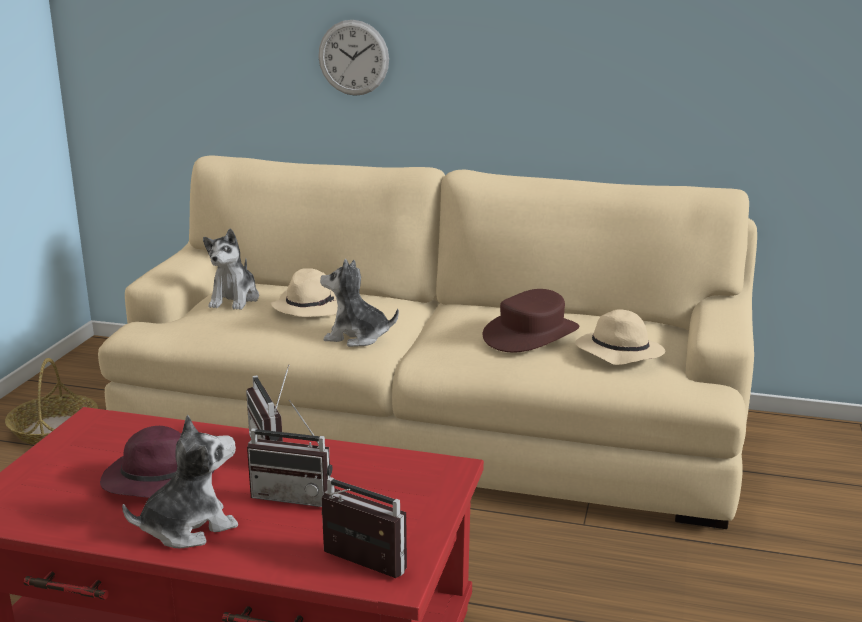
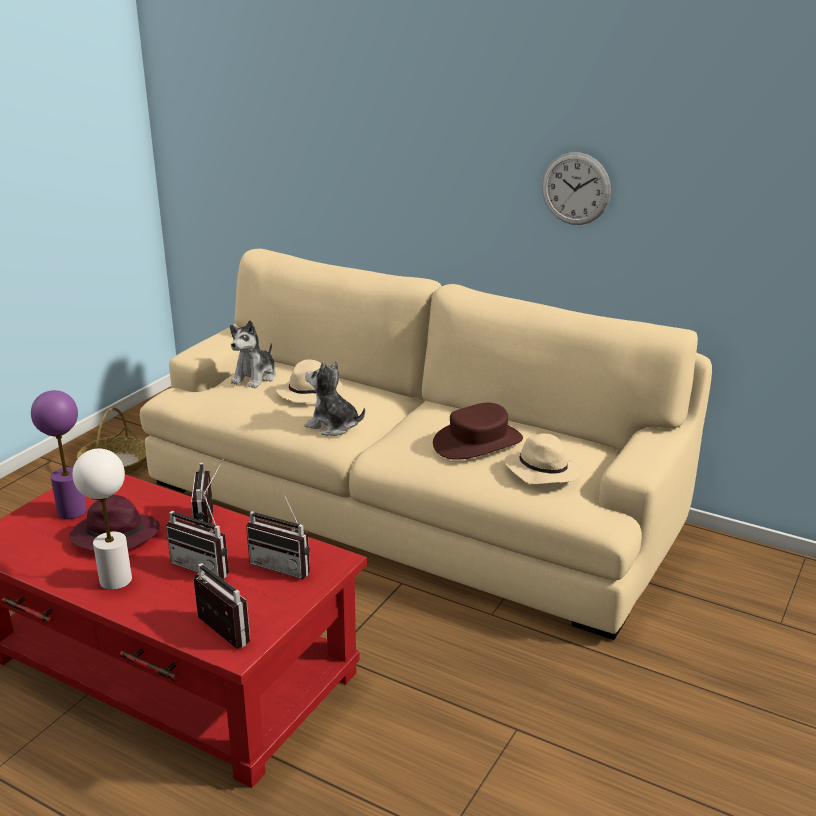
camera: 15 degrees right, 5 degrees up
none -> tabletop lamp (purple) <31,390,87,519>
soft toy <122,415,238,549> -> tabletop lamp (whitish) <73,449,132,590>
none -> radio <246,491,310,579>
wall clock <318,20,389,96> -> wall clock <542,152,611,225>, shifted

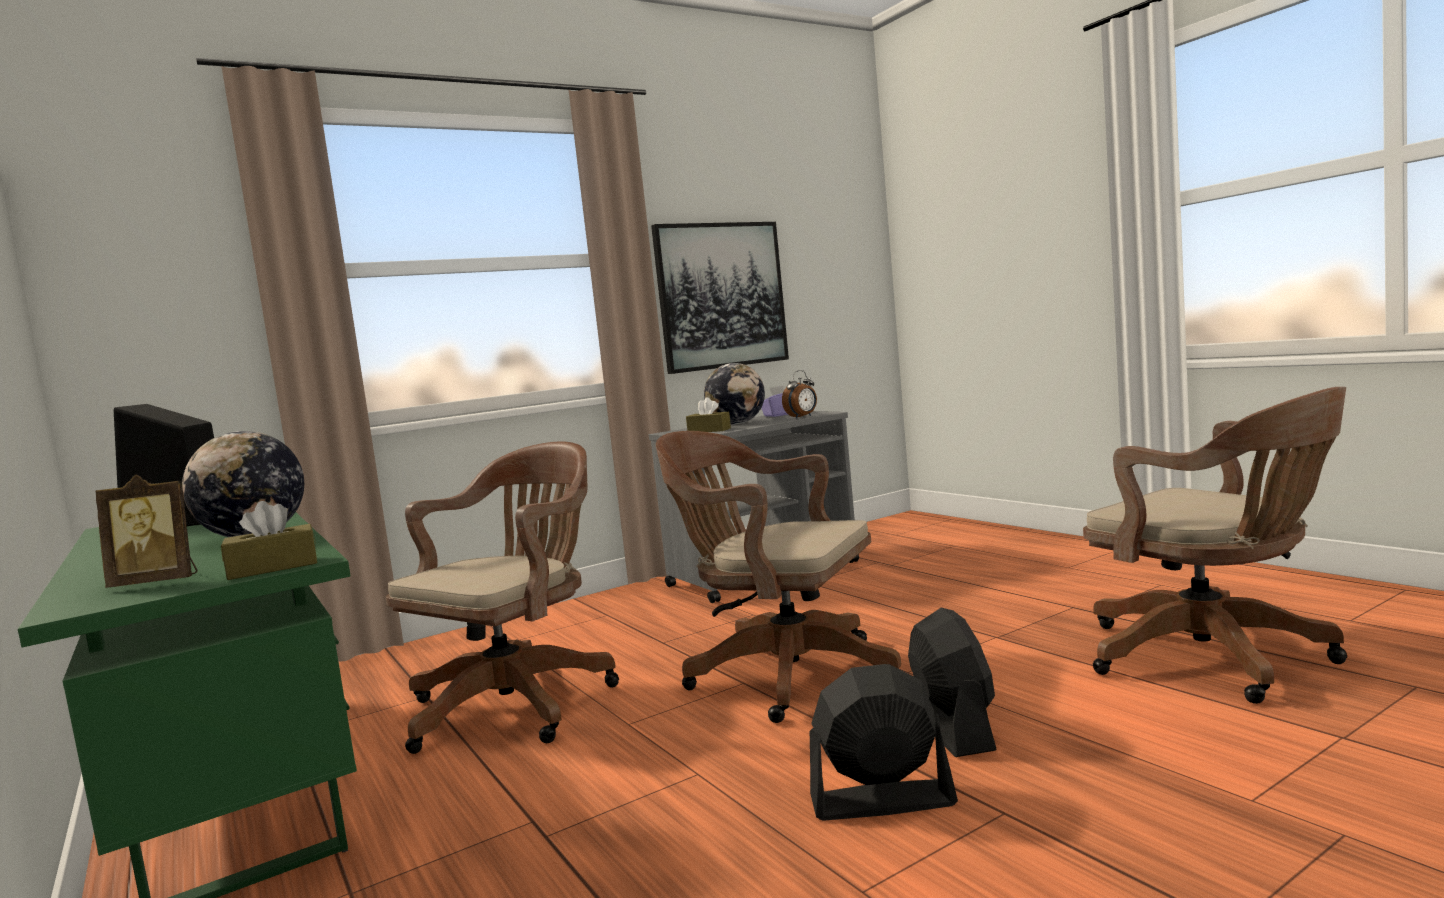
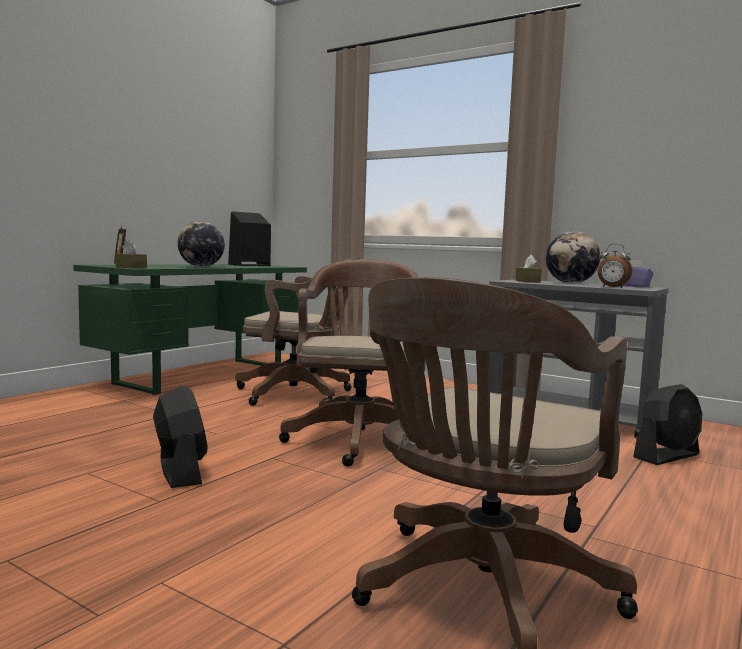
camera: 65 degrees right, 0 degrees up
fan (black) <908,608,997,757> -> fan (black) <633,384,702,465>, shifted
wall picture <651,222,789,374> -> none

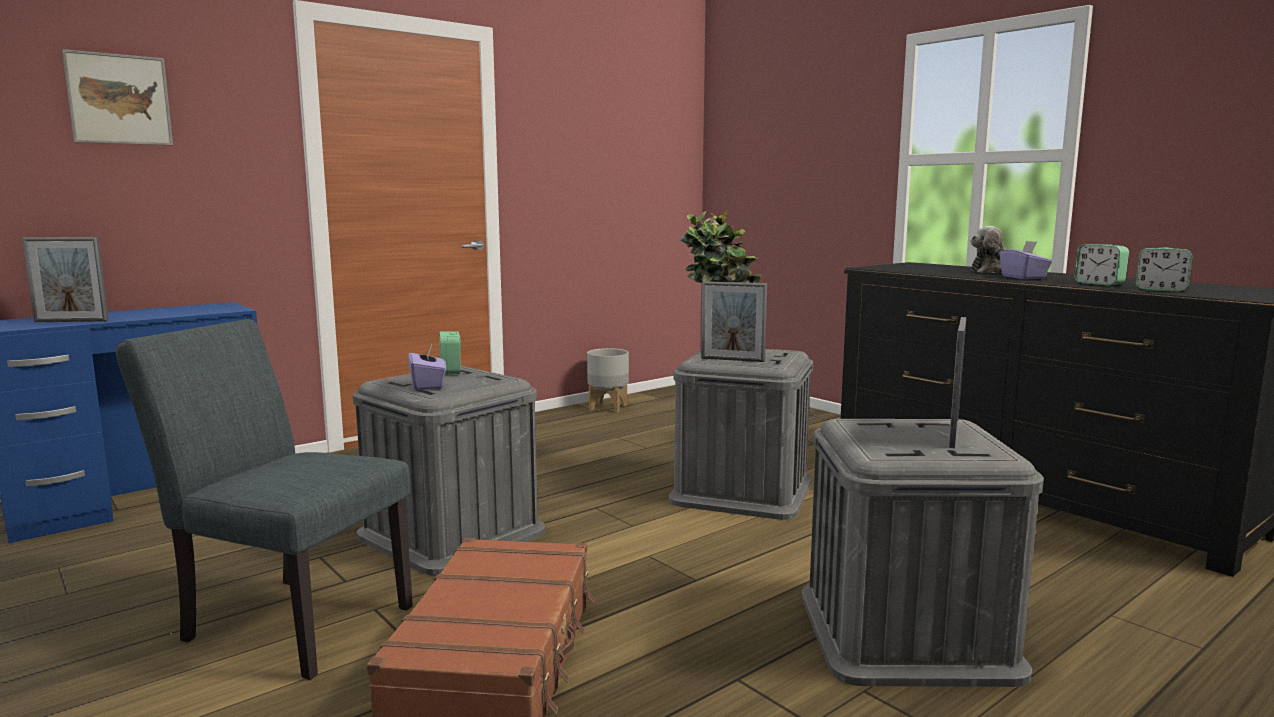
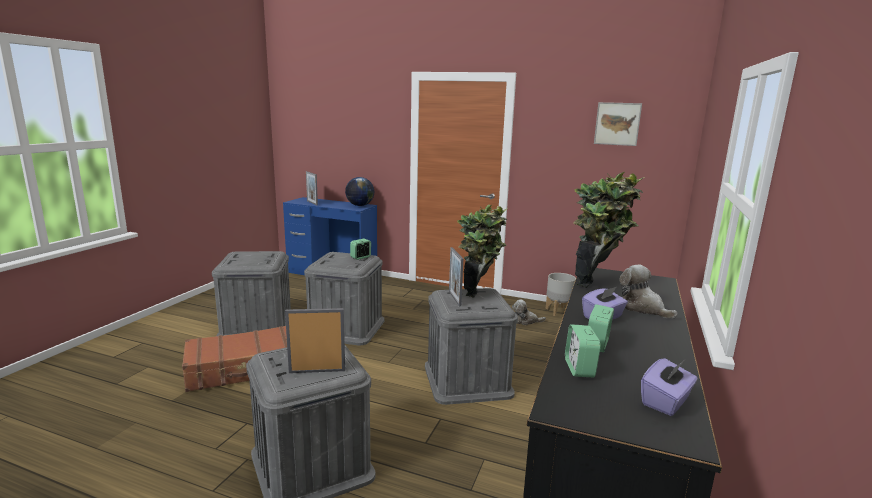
camera: 60 degrees right, 5 degrees up
plain chair (greyish) <116,319,413,680> -> storage container (greyish) <212,251,291,336>
none -> desk globe <345,177,374,206>
none -> soft toy <512,299,546,325>
none -> houseplant <573,172,645,288>
wall picture <62,49,173,145> -> wall picture <594,102,642,146>, shifted
tissue holder (purple) <408,344,446,390> -> tissue holder (purple) <641,358,697,416>, shifted

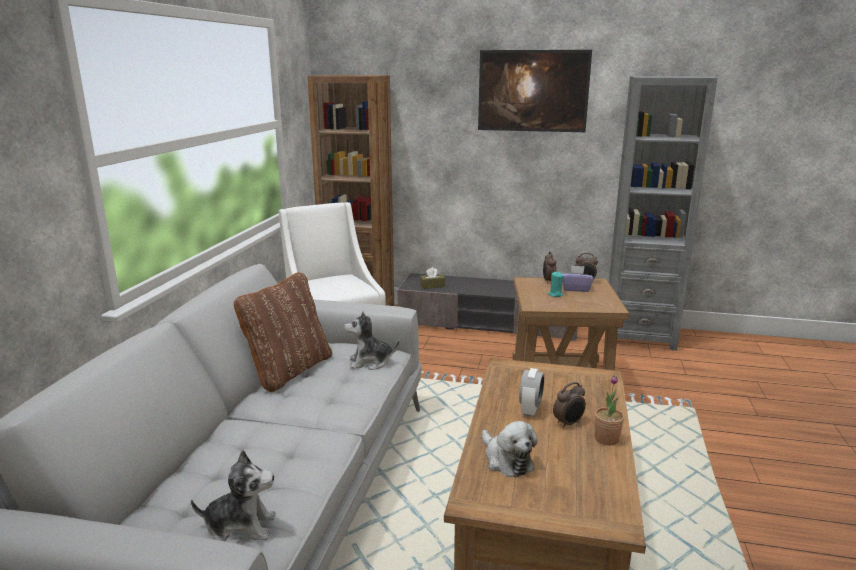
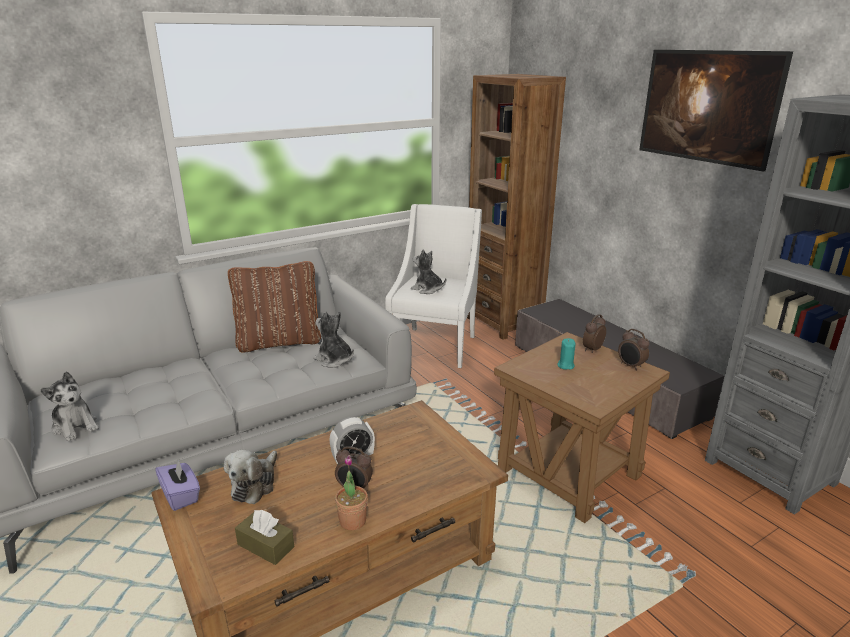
camera: 45 degrees right, 5 degrees up
tissue holder (purple) <562,265,594,292> -> tissue holder (purple) <155,461,200,511>, shifted
tissue holder (brown-coloured) <420,267,445,289> -> tissue holder (brown-coloured) <235,510,294,565>, shifted
none -> soft toy <411,249,446,294>

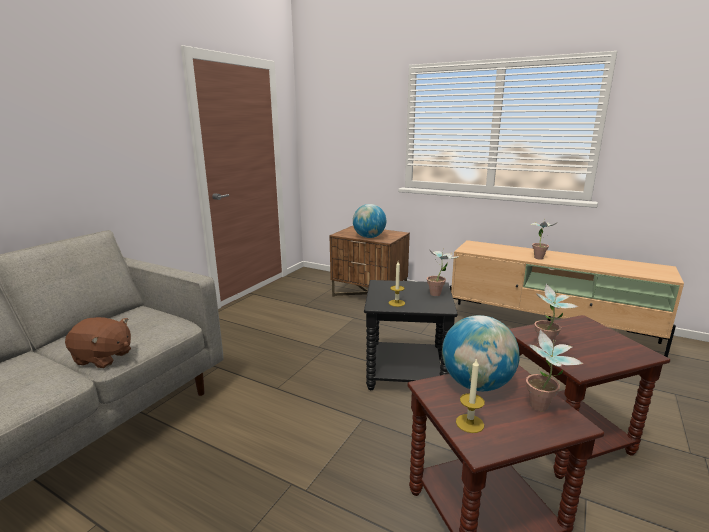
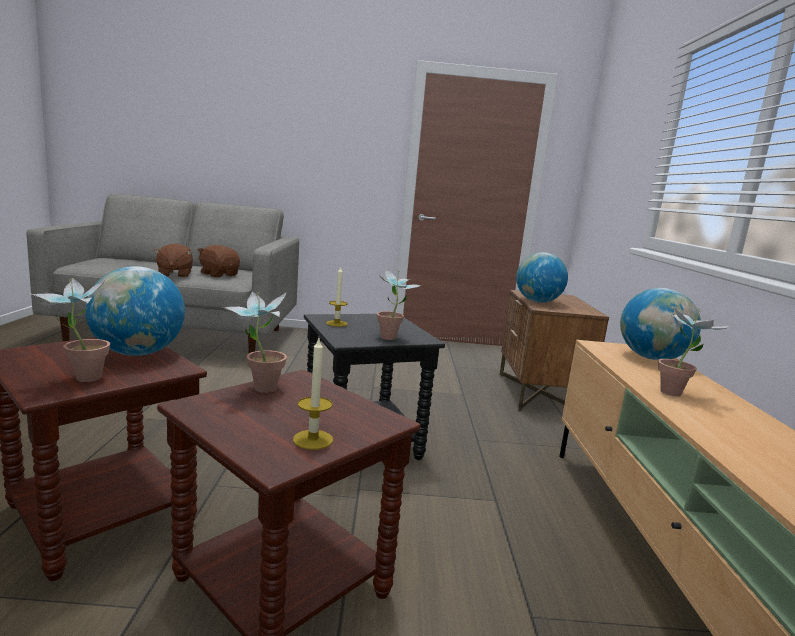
camera: 60 degrees right, 5 degrees down
none -> soft toy (brown-coloured) <198,245,240,277>
candle <456,358,485,433> -> candle <293,339,333,450>, shifted
none -> desk globe <620,288,701,360>

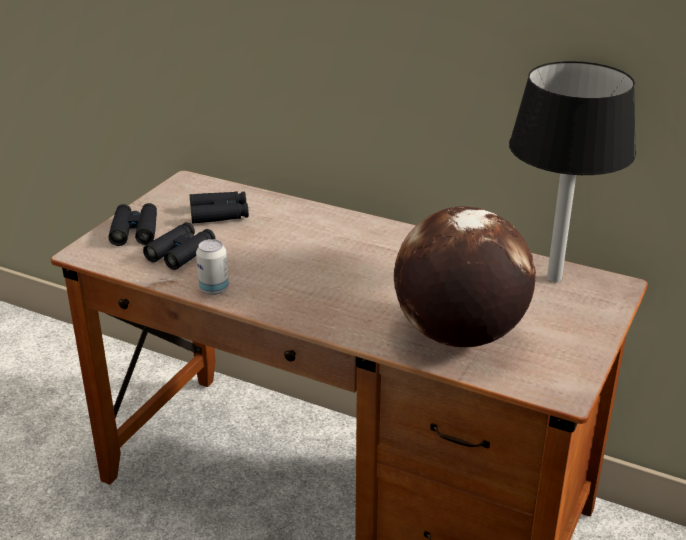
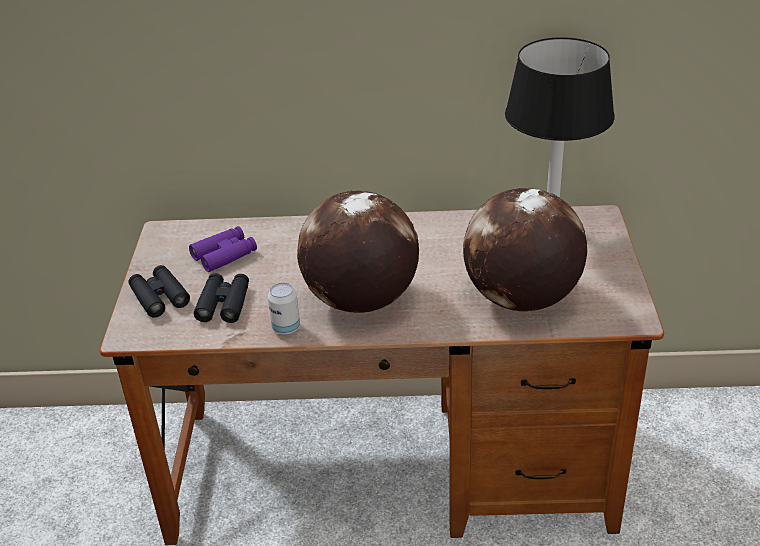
camera: 25 degrees left, 5 degrees up
field glasses (black) <190,192,249,223> -> field glasses (purple) <189,226,257,272>
none -> desk globe <297,190,419,313>

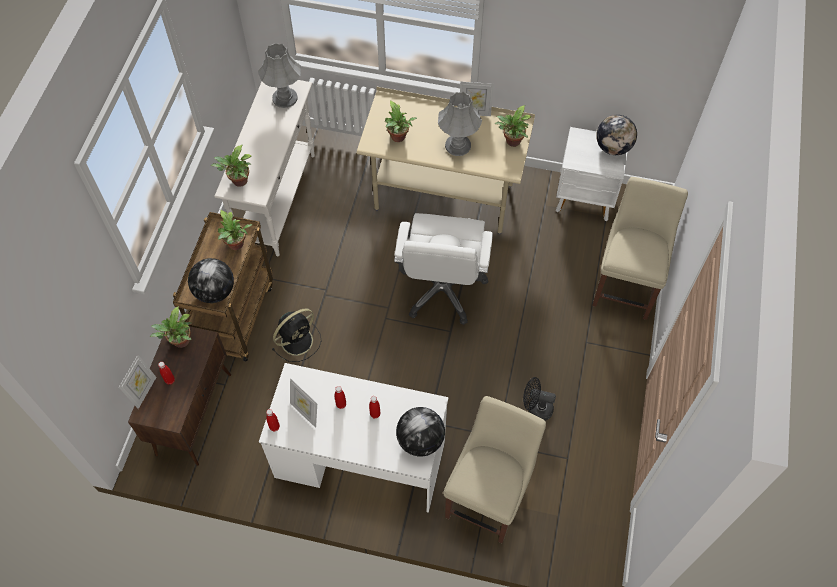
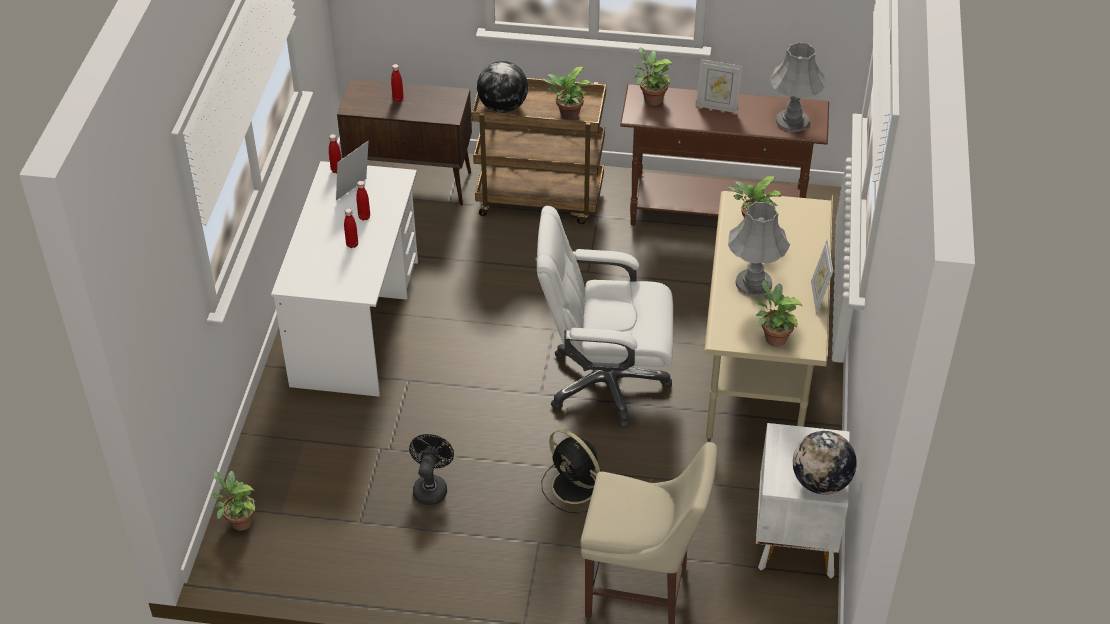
camera: 85 degrees right, 15 degrees down
houseplant <150,306,192,348> -> houseplant <211,471,256,531>, shifted
fan (black) <272,308,321,362> -> fan (black) <541,429,603,514>, shifted
console table (whitish) <214,80,315,256> -> console table (brown-coloured) <620,84,829,226>
standing frame <119,355,156,409> -> standing frame <696,59,743,113>, shifted
desk globe <396,407,445,456> -> none
plain chair (sand-coloured) <443,396,546,543> -> none

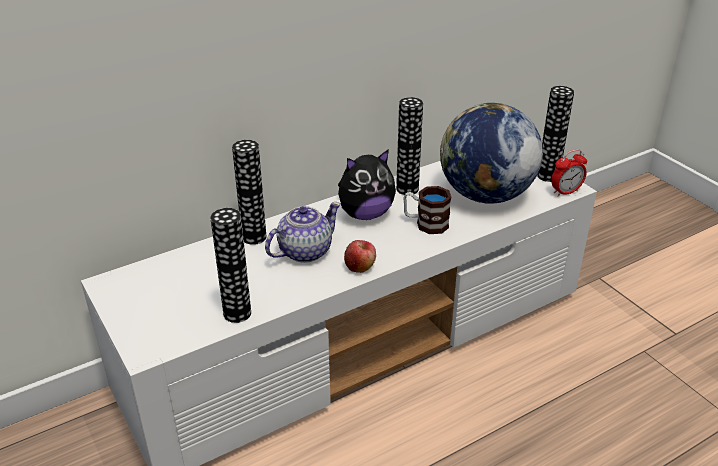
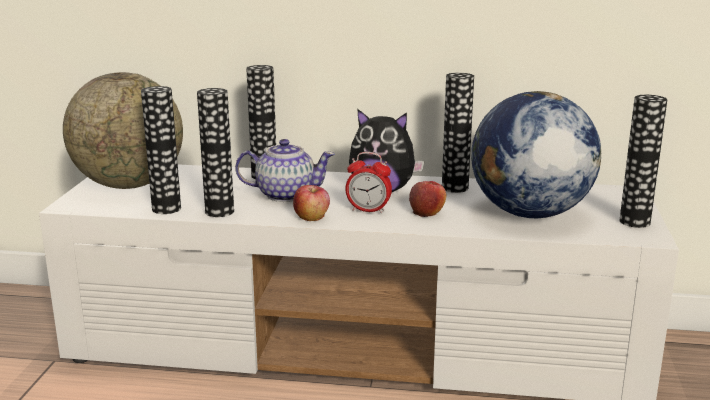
camera: 40 degrees right, 15 degrees down
none -> desk globe <63,72,183,189>
none -> flower vase <197,88,234,217>
bedside clock <551,149,587,197> -> bedside clock <345,152,392,214>, shifted
mug <404,186,452,234> -> apple fruit <409,181,446,217>

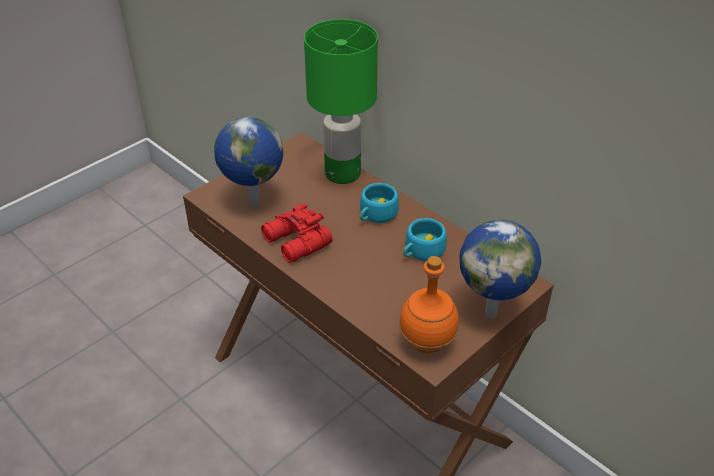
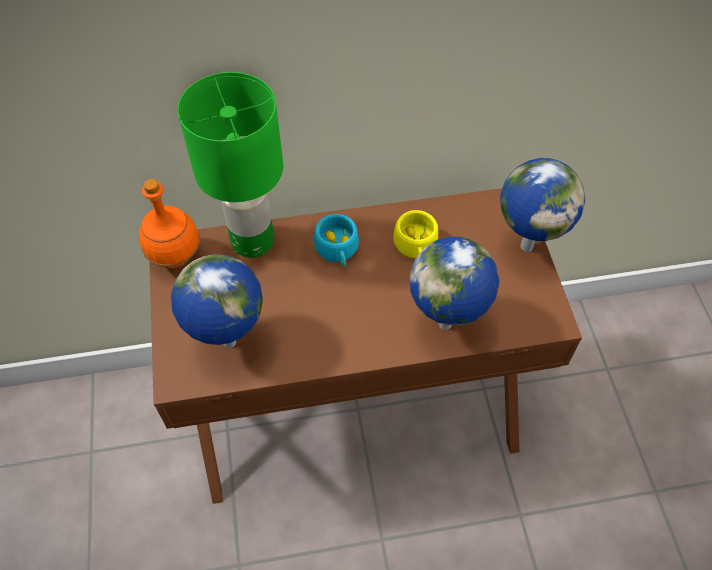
camera: 55 degrees left, 15 degrees up
drink bottle (orange) <399,256,459,354> -> drink bottle (orange) <139,179,200,268>, shifted
drinking cup (turquoise) <403,218,447,261> -> drinking cup (yellow) <393,210,438,258>
none -> desk globe <410,237,499,330>
field glasses (reddish) <261,204,333,263> -> none

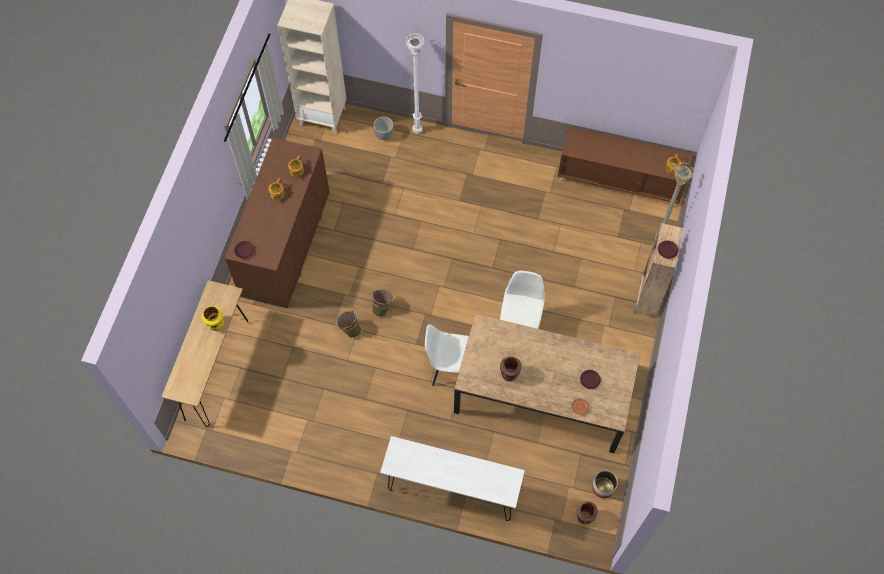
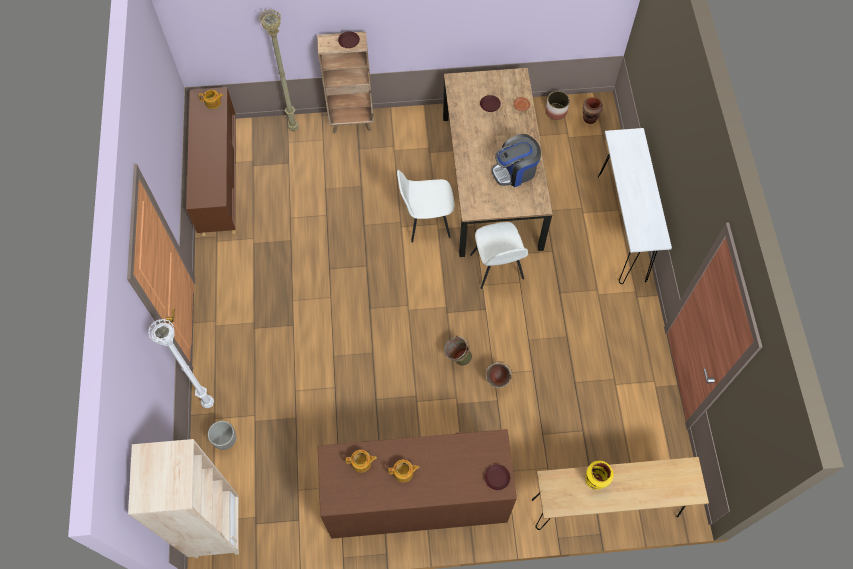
camera: 110 degrees left, 0 degrees up
flower vase (brown-coloured) <500,356,522,382> -> coffee machine <491,134,541,187>

